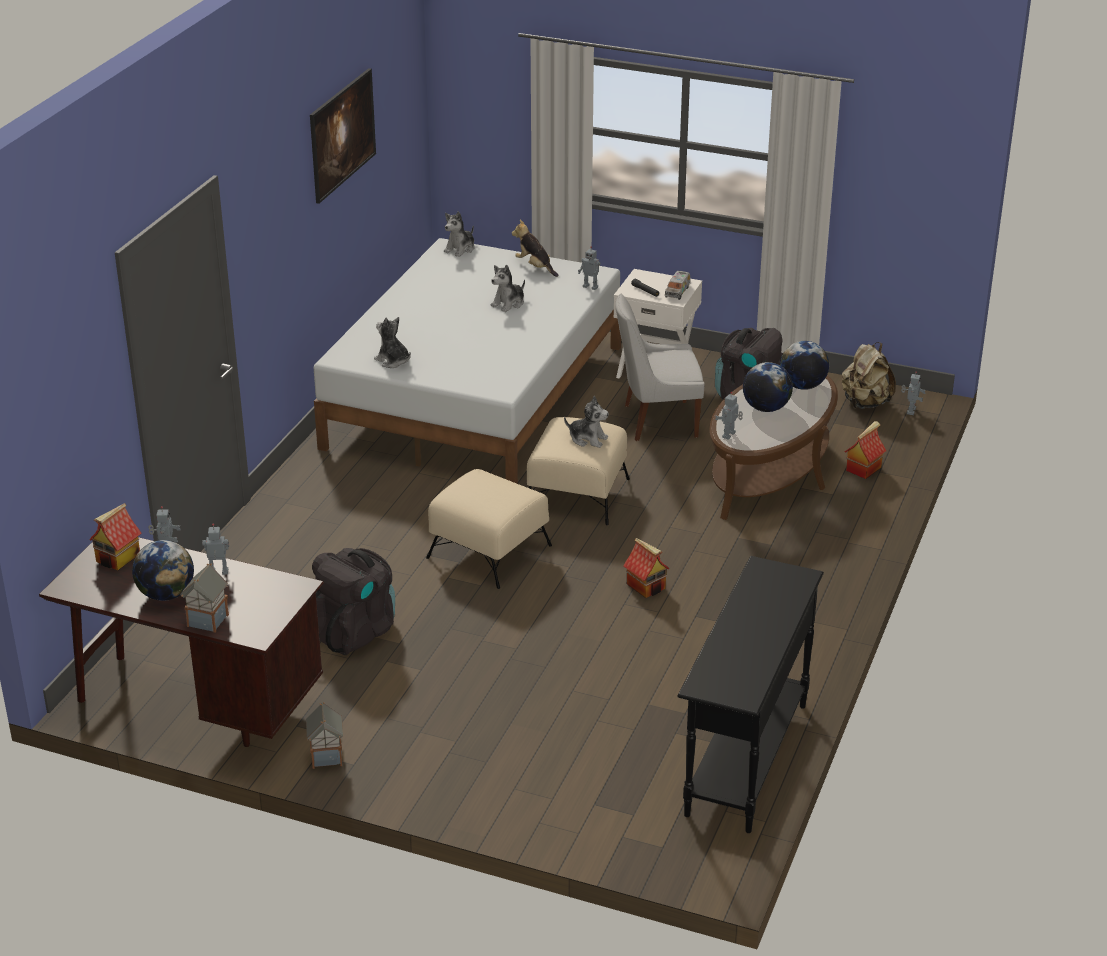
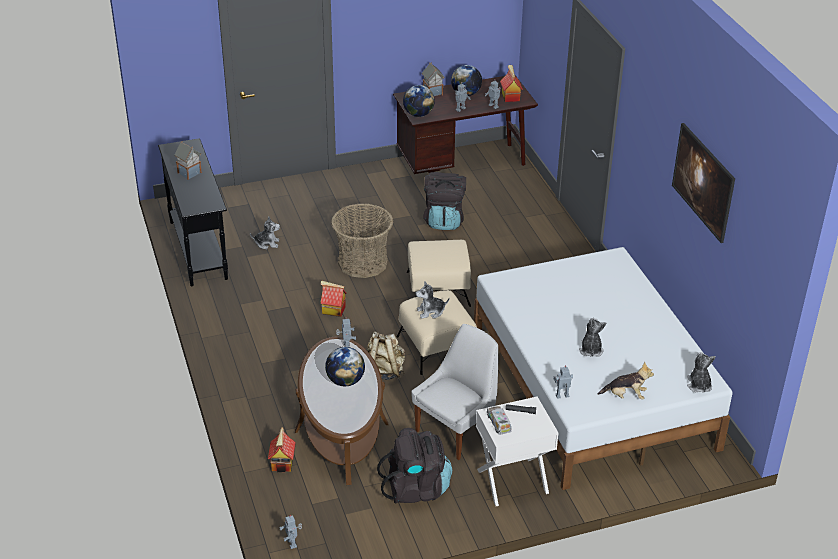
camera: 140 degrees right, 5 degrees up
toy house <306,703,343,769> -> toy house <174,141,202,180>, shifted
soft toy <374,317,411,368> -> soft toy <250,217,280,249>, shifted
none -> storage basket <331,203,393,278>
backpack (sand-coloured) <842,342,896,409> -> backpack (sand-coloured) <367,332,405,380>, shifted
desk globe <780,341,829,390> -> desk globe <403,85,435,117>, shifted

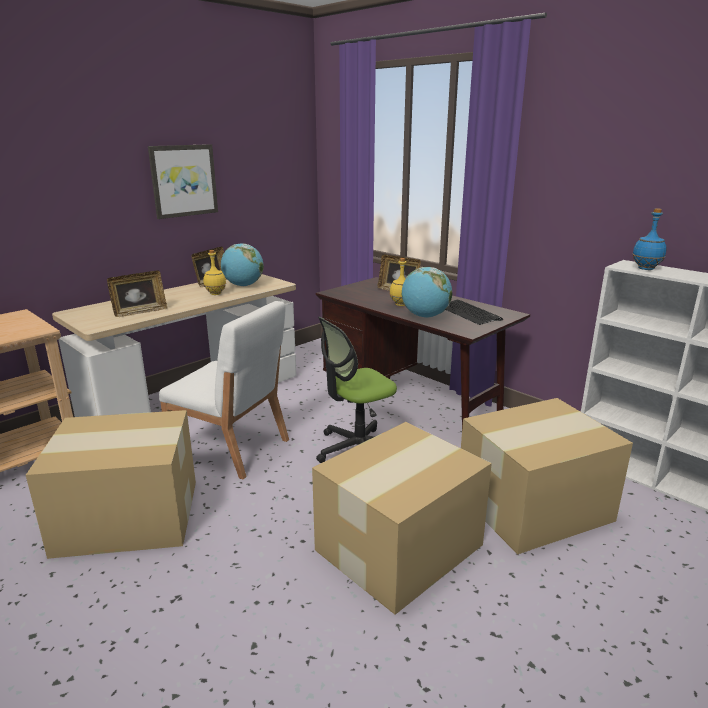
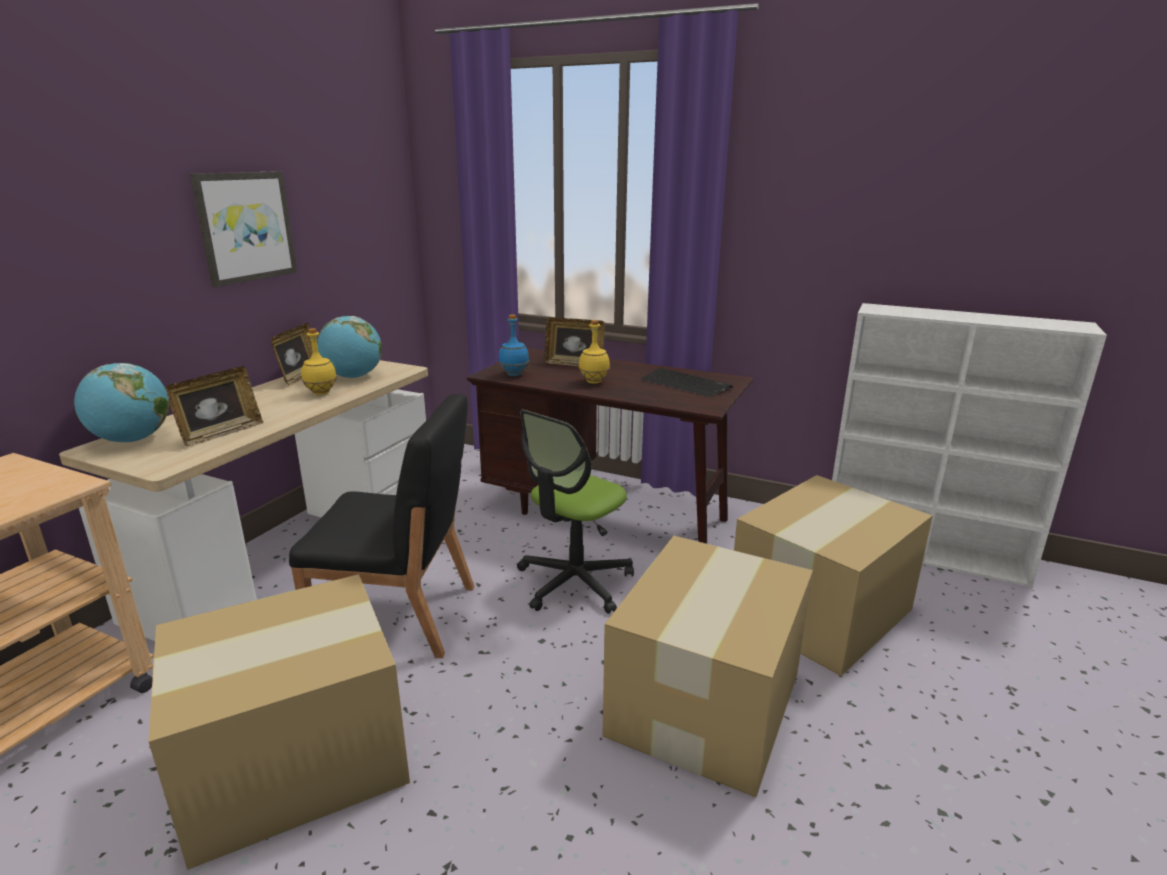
camera: 20 degrees left, 0 degrees up
desk globe <402,267,452,318> -> desk globe <74,363,169,442>, shifted
plain chair (whitish) <159,301,289,479> -> plain chair (black) <289,394,474,658>
drink bottle (blue-coloured) <633,208,666,270> -> drink bottle (blue-coloured) <499,314,529,376>, shifted

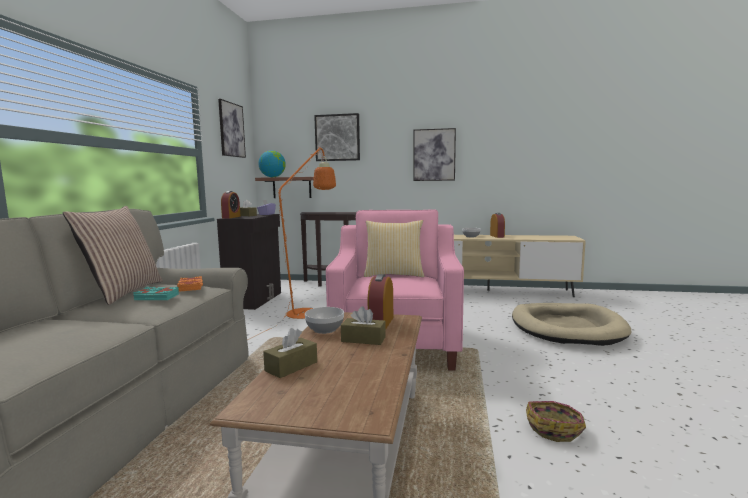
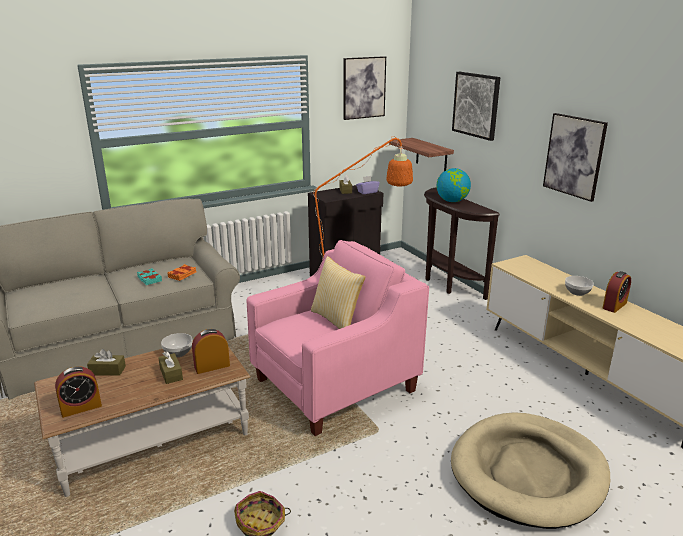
camera: 50 degrees right, 15 degrees up
bedside clock <221,191,241,218> -> bedside clock <55,366,102,418>, shifted
desk globe <258,150,286,177> -> desk globe <436,168,471,202>, shifted
pillow <63,206,163,305> -> none

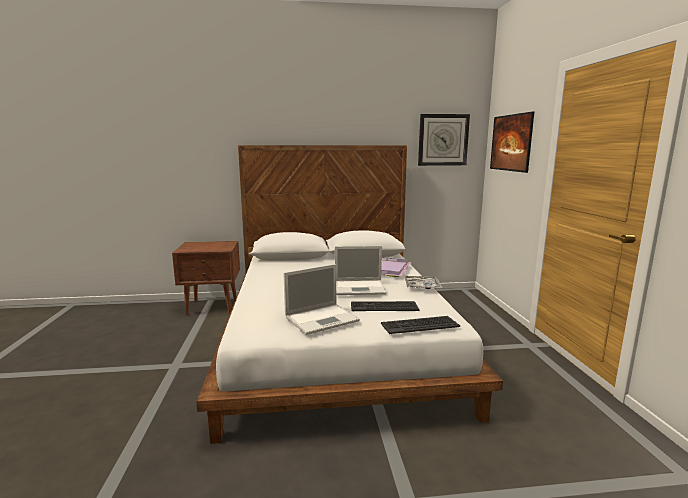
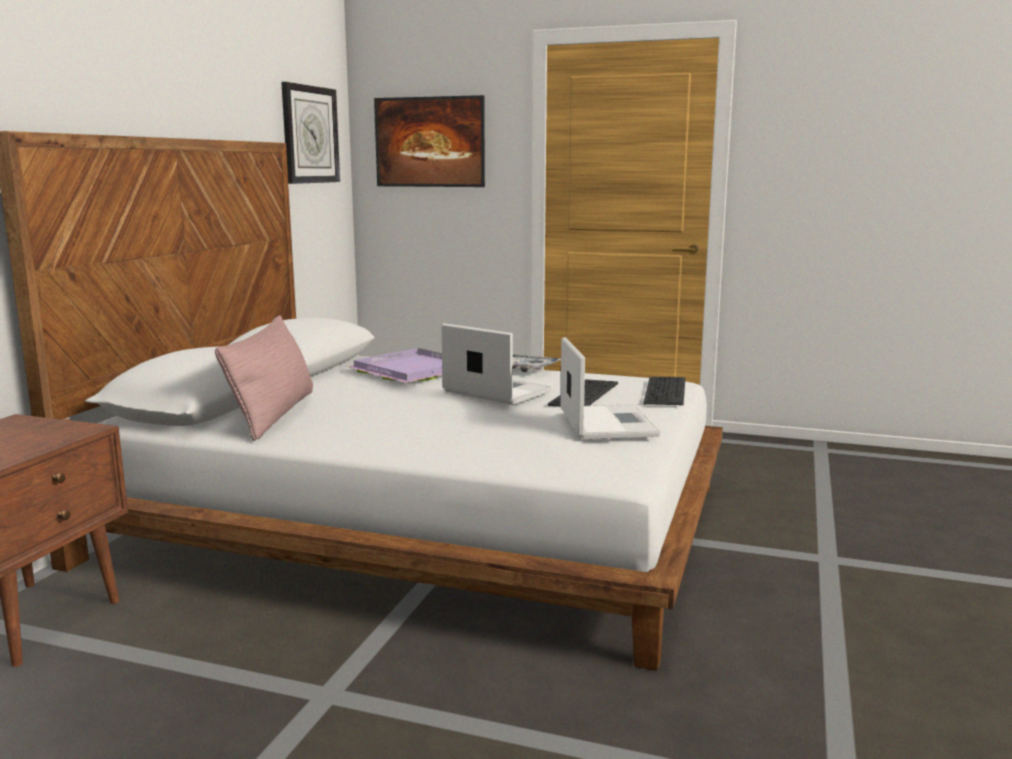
camera: 65 degrees left, 0 degrees up
none -> pillow (pinkish) <215,315,313,441>
portable computer <335,246,386,295> -> portable computer <441,323,552,405>, 75 degrees counterclockwise

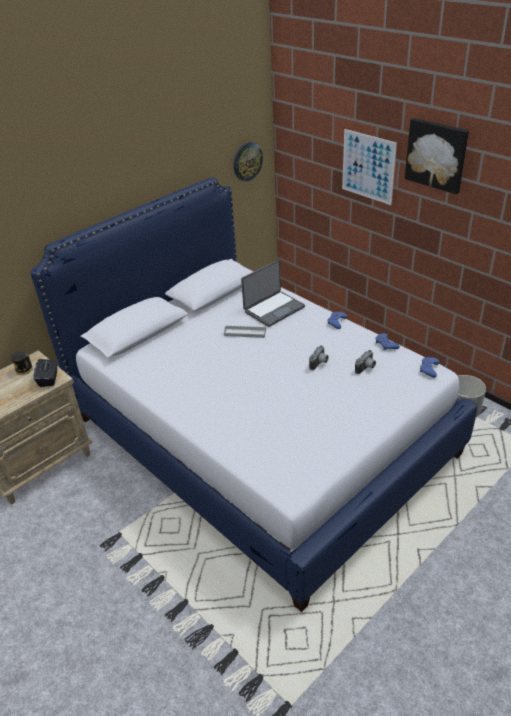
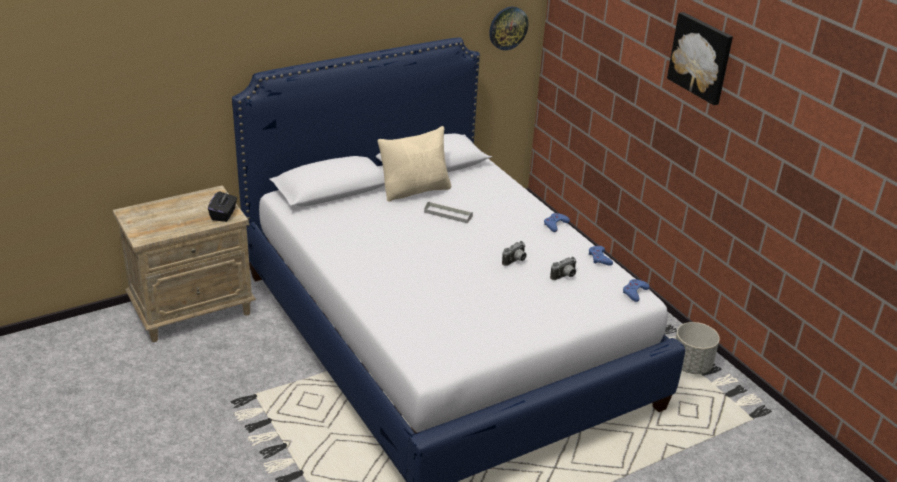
camera: 10 degrees right, 5 degrees down
none -> pillow (sand-coloured) <377,126,451,202>
metal can <11,350,33,375> -> none
portable computer <241,260,305,327> -> none
wall picture <342,129,397,205> -> none

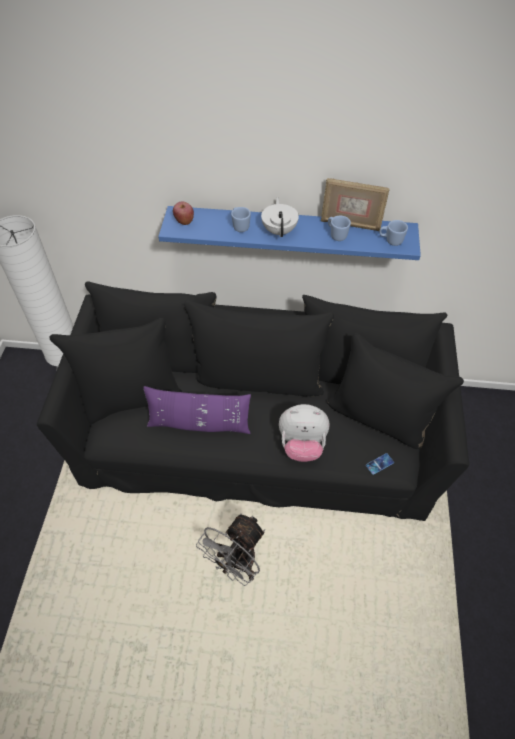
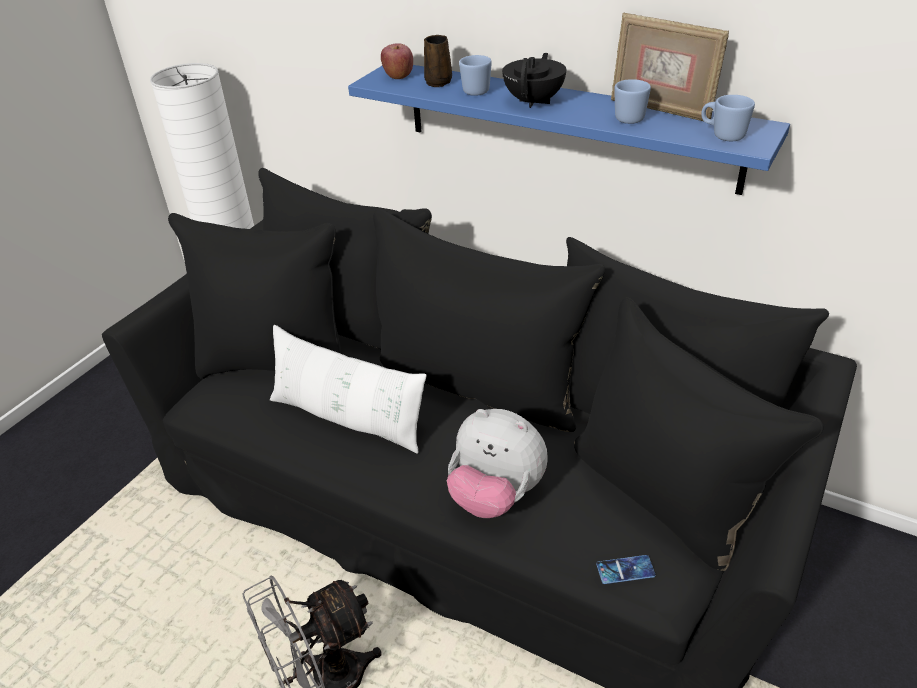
camera: 25 degrees right, 15 degrees down
pillow (purple) <143,386,251,434> -> pillow (whitish) <270,325,427,454>
none -> mug (brown-coloured) <424,35,452,87>
pot for tea (whitish) <261,197,299,237> -> pot for tea (black) <502,53,566,108>

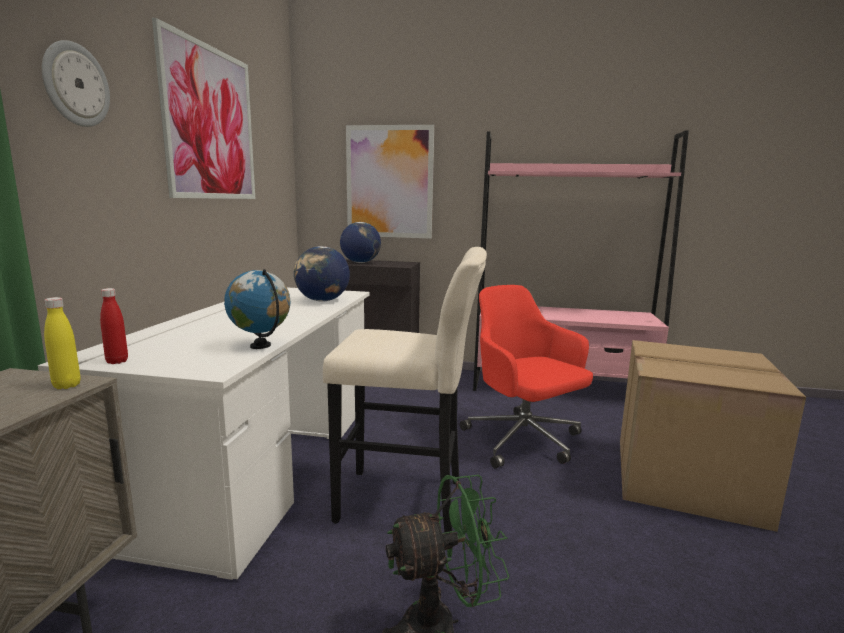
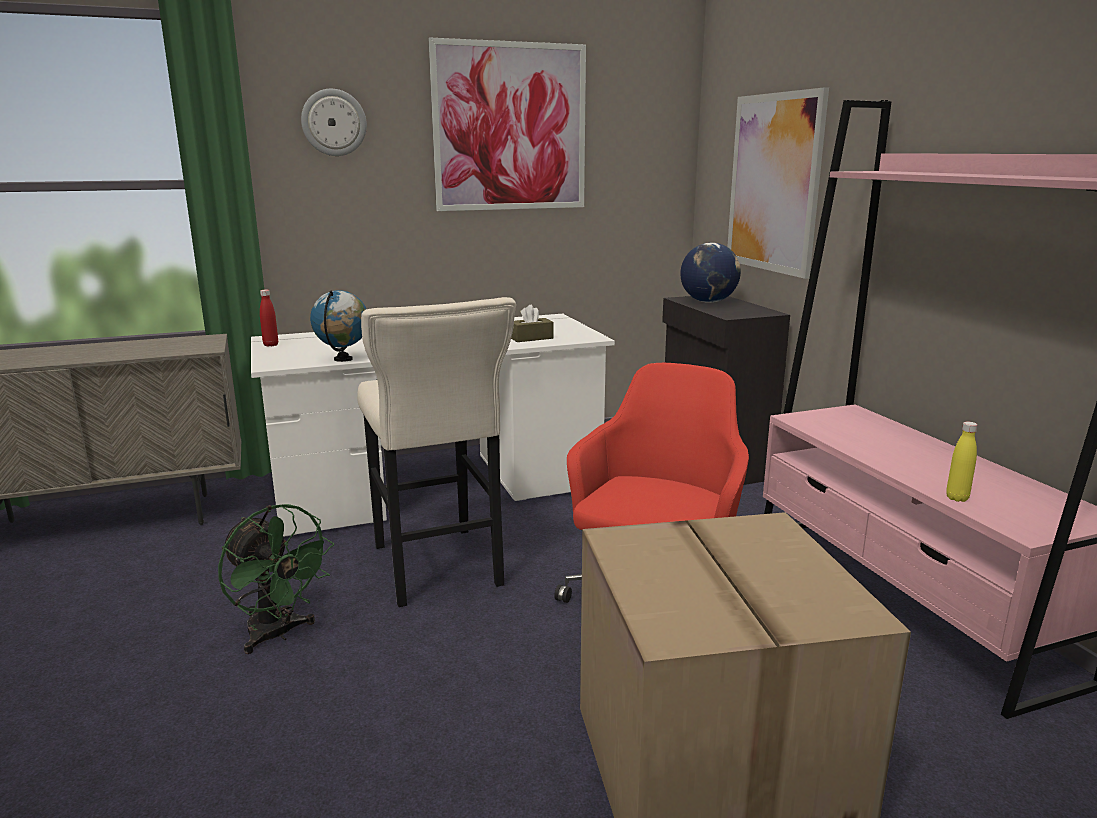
camera: 60 degrees right, 5 degrees up
desk globe <294,246,350,302> -> tissue holder (brown-coloured) <511,305,553,342>
drink bottle (yellow) <44,297,81,389> -> drink bottle (yellow) <946,422,978,502>, shifted

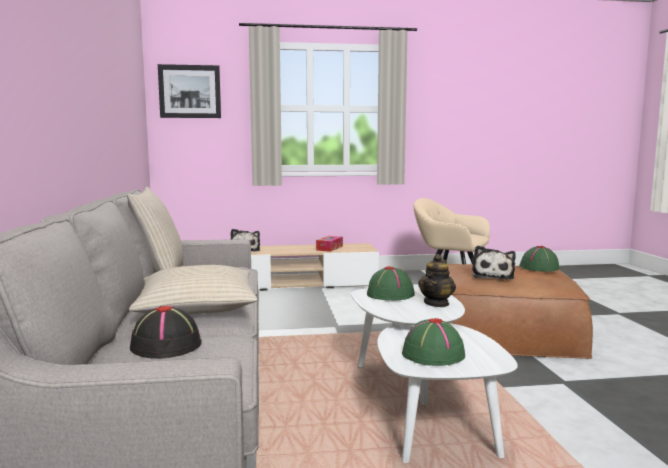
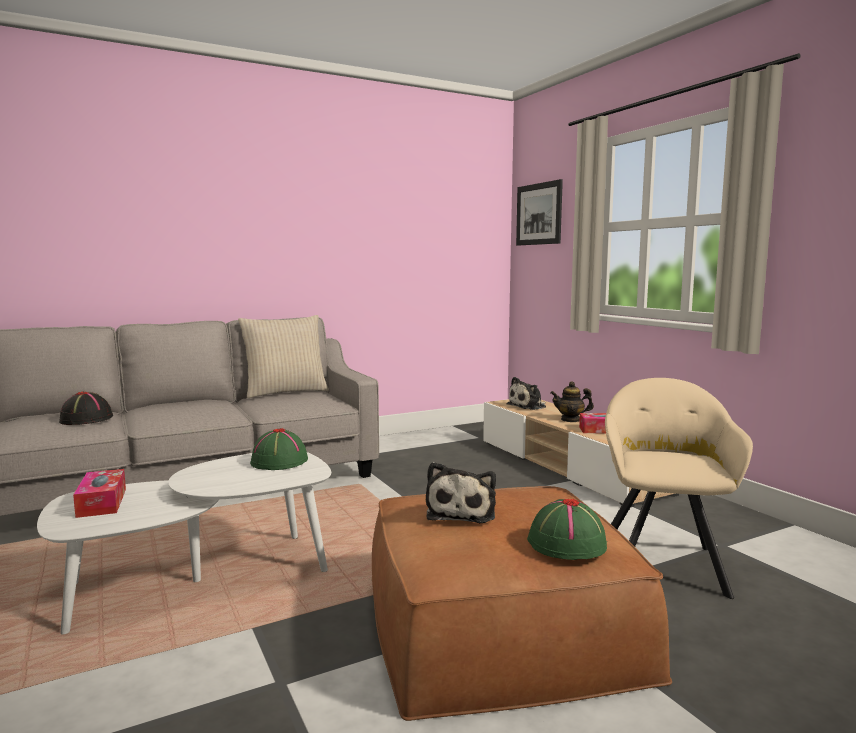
camera: 70 degrees right, 0 degrees up
wearable hat (greenish) <402,318,465,366> -> tissue holder <73,469,126,518>
soft toy <472,246,516,279> -> soft toy <426,462,496,523>, 75 degrees counterclockwise
pot for tea <418,254,456,307> -> pot for tea <551,381,594,422>, shifted
pillow (sand-coloured) <129,265,257,315> -> none

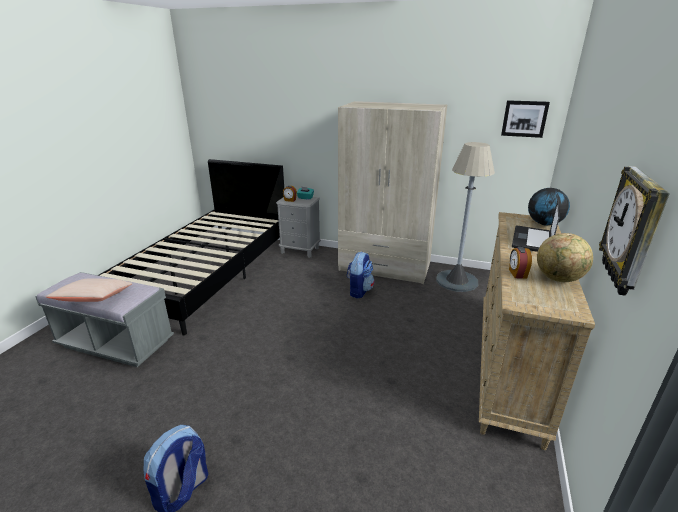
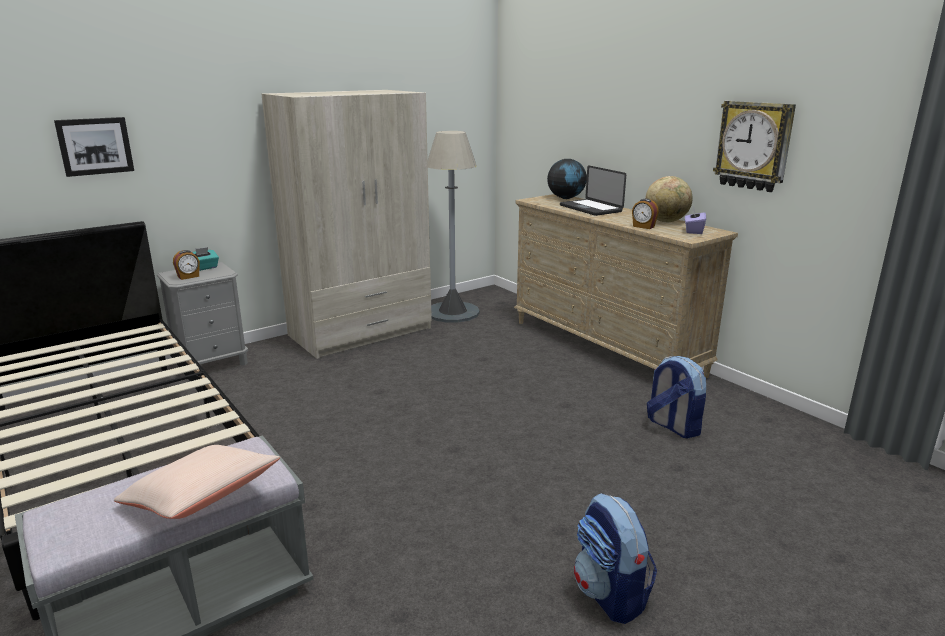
camera: 55 degrees left, 5 degrees down
wall picture <501,100,550,138> -> wall picture <54,117,134,177>, shifted
backpack <347,252,374,299> -> backpack <647,356,706,439>, shifted
none -> tissue holder (purple) <685,208,706,234>

